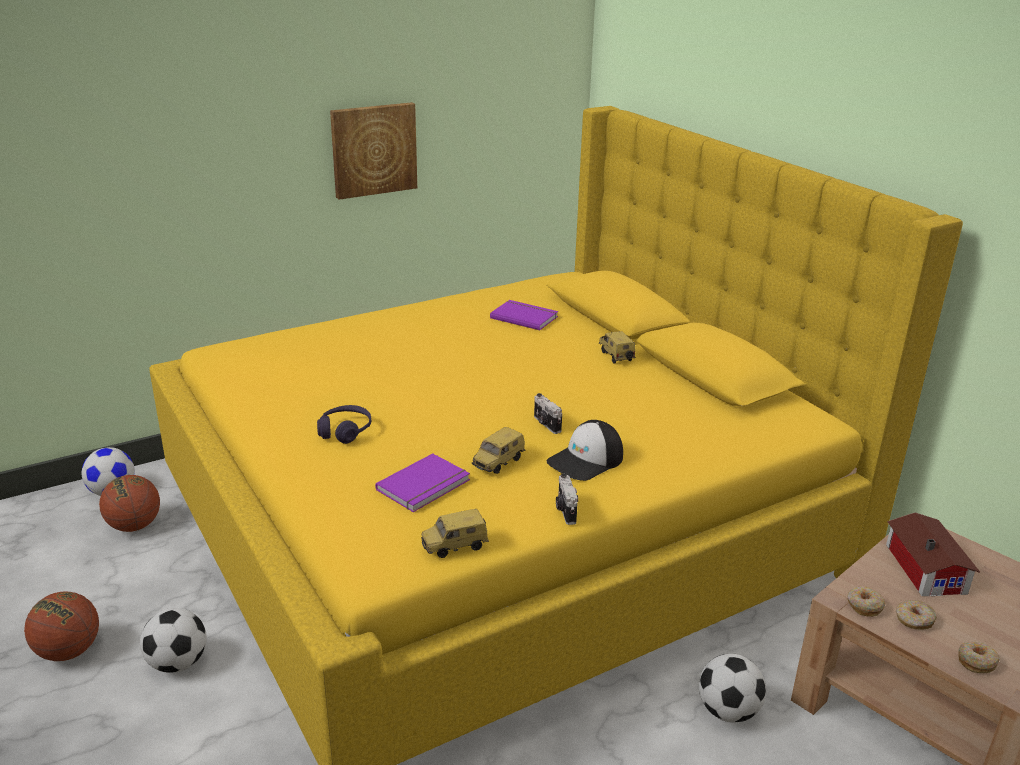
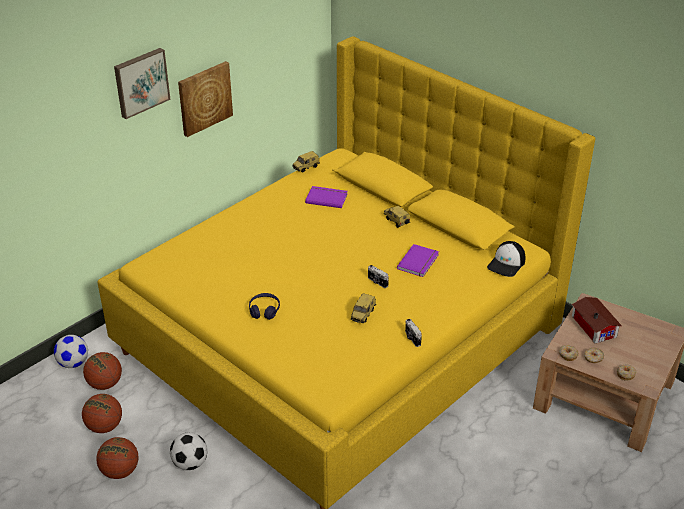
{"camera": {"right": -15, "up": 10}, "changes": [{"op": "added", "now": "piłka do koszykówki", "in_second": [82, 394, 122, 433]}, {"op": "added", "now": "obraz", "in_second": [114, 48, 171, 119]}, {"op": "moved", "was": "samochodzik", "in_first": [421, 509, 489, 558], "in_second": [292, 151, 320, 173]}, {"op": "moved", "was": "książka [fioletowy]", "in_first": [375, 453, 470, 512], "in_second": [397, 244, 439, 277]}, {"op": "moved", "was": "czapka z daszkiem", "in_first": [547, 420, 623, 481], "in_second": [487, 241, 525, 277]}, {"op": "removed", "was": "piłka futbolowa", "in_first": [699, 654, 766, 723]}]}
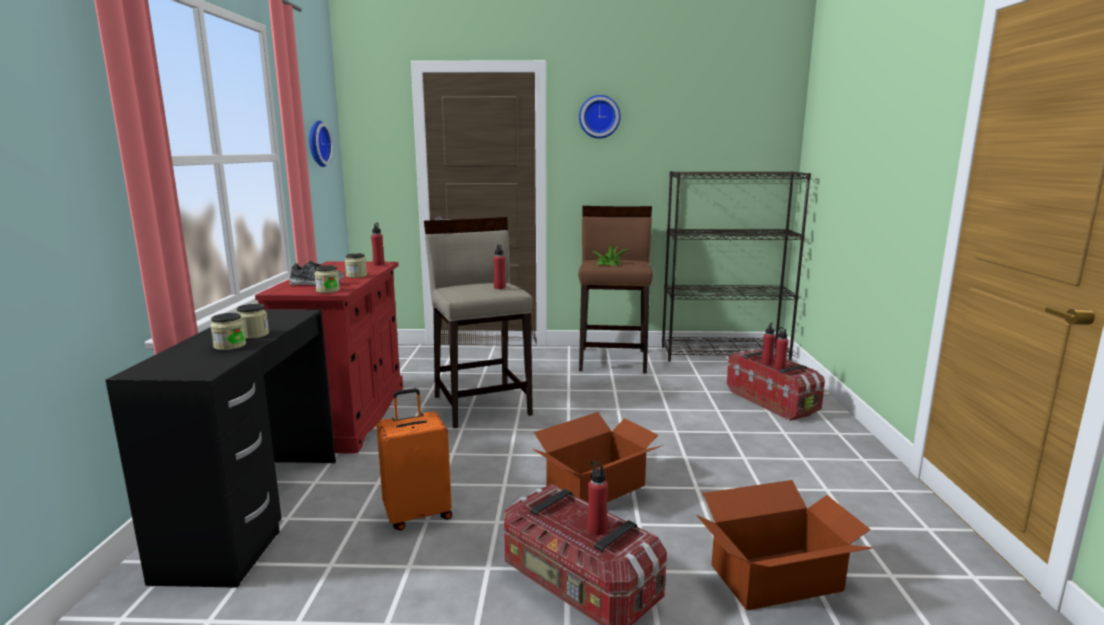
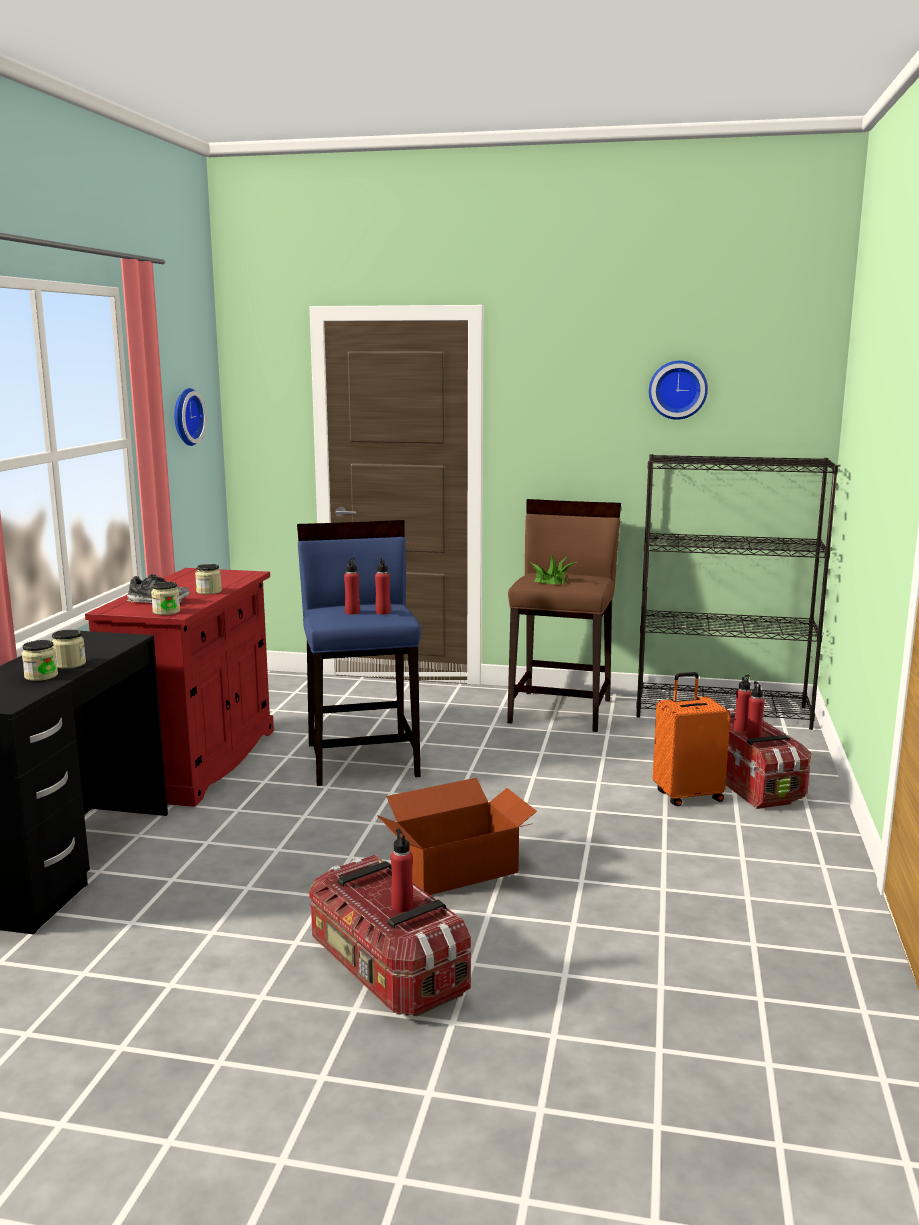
{"camera": {"right": 10, "up": 0}, "changes": [{"op": "recoloured", "was": "stołek [beżowy]", "now": "stołek [niebieski]", "in_first": [424, 217, 533, 428], "in_second": [297, 520, 421, 786]}, {"op": "moved", "was": "butelka [czerwony]", "in_first": [371, 223, 385, 266], "in_second": [344, 557, 360, 614]}, {"op": "moved", "was": "zegar ścienny", "in_first": [579, 95, 621, 139], "in_second": [649, 361, 708, 420]}, {"op": "moved", "was": "walizka [pomarańczowy]", "in_first": [377, 388, 452, 531], "in_second": [653, 672, 730, 807]}, {"op": "removed", "was": "karton", "in_first": [696, 480, 874, 611]}]}
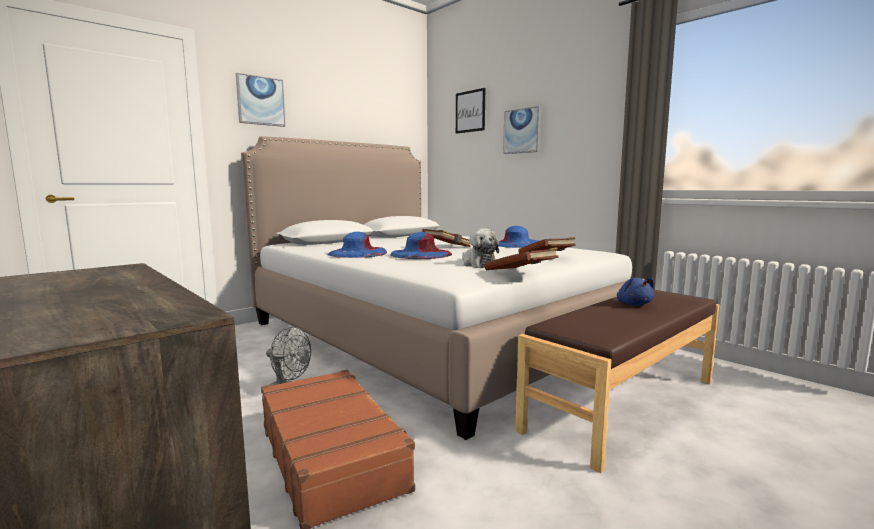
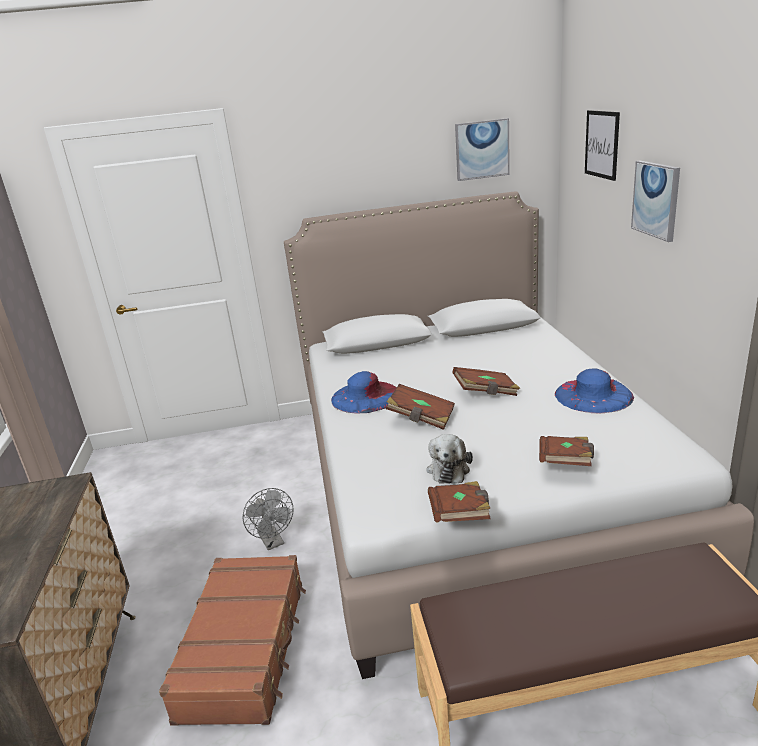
{"camera": {"right": 35, "up": 15}, "changes": [{"op": "replaced", "was": "kapelusz [niebieski]", "now": "książka [brązowy]", "in_first": [390, 232, 452, 259], "in_second": [386, 384, 455, 430]}, {"op": "moved", "was": "obraz", "in_first": [236, 73, 286, 127], "in_second": [455, 118, 510, 181]}, {"op": "removed", "was": "pluszak [niebieski]", "in_first": [617, 277, 654, 306]}]}
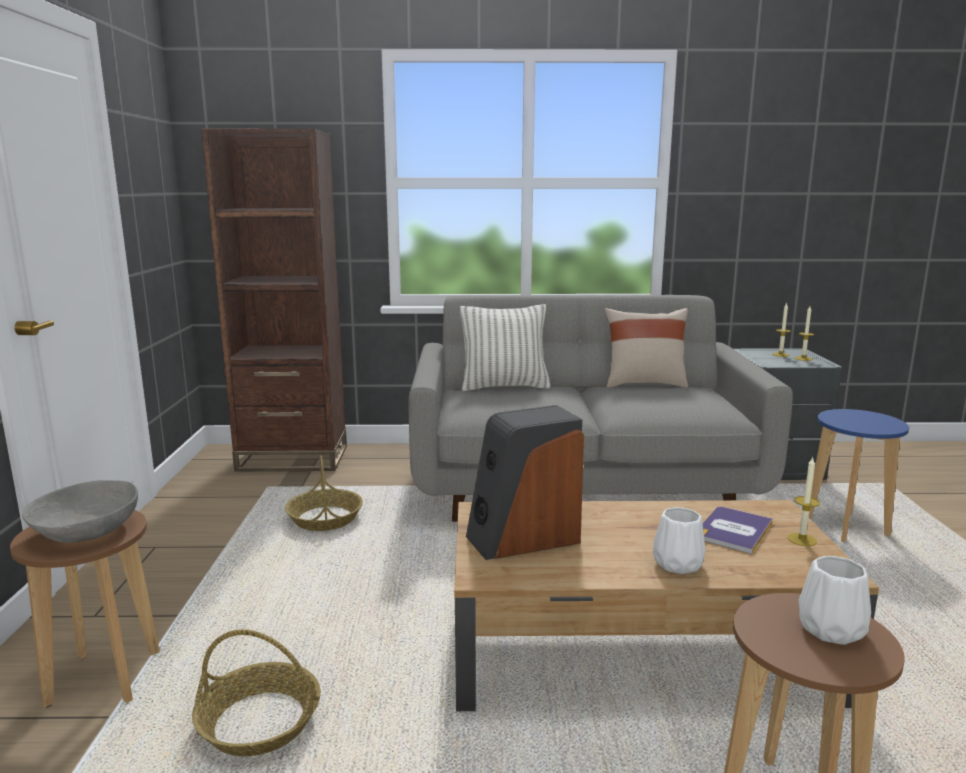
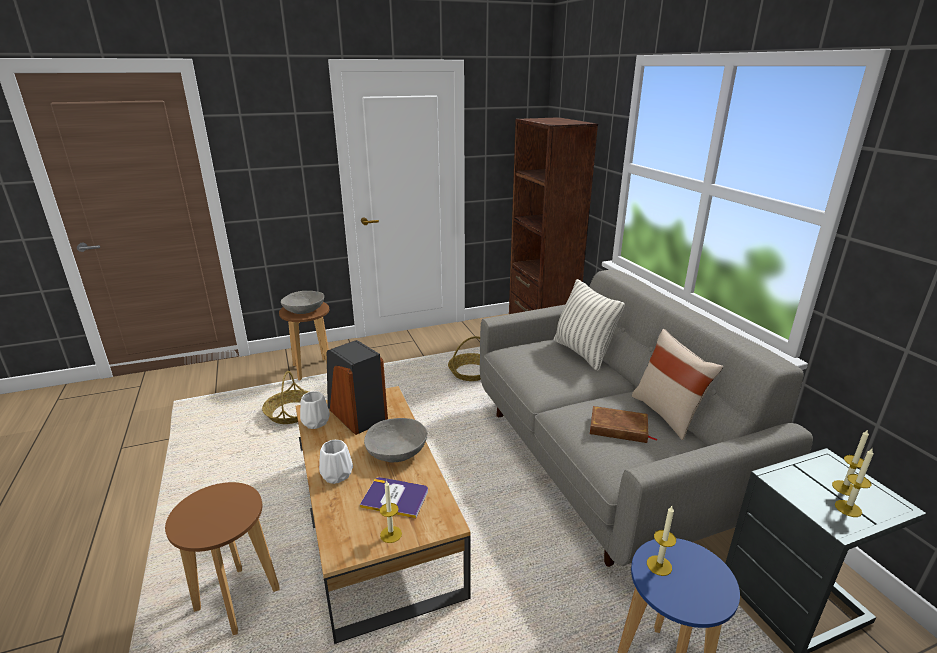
{"camera": {"right": 70, "up": 10}, "changes": [{"op": "moved", "was": "wazon [biały]", "in_first": [799, 556, 871, 645], "in_second": [300, 391, 330, 429]}, {"op": "added", "now": "miska [szary]", "in_second": [364, 418, 427, 463]}, {"op": "added", "now": "książka [brązowy]", "in_second": [590, 406, 657, 443]}, {"op": "added", "now": "świeca", "in_second": [647, 506, 676, 576]}]}
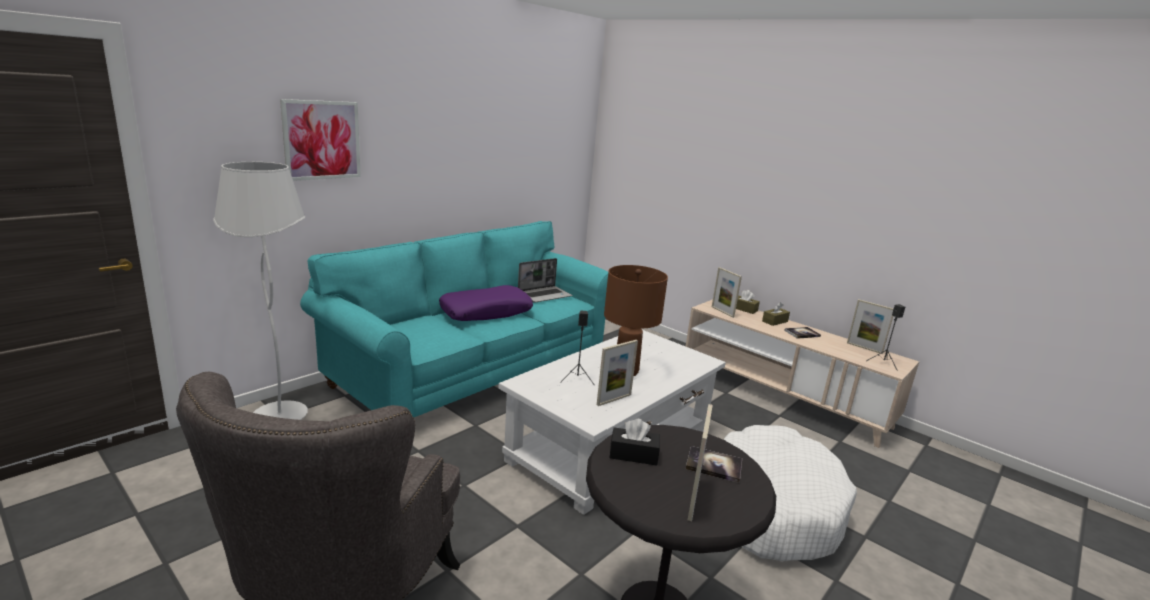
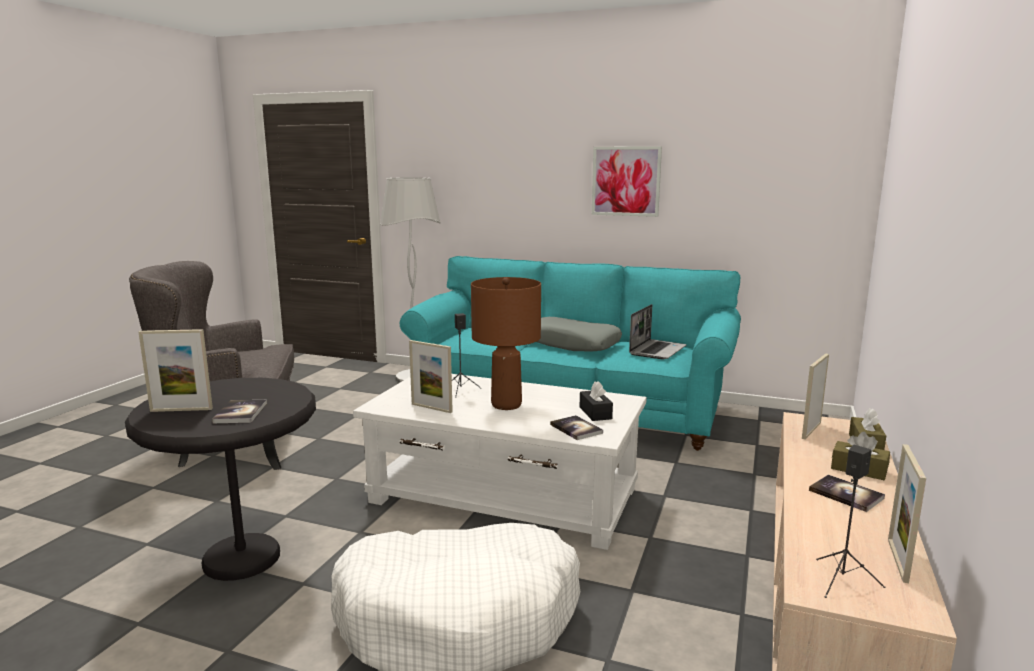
{"camera": {"right": 70, "up": -5}, "changes": [{"op": "recoloured", "was": "poduszka [fioletowy]", "now": "poduszka [szary]", "in_first": [439, 285, 533, 321], "in_second": [537, 317, 622, 351]}, {"op": "added", "now": "książka", "in_second": [550, 415, 603, 440]}, {"op": "moved", "was": "pudełko chusteczek [czarny]", "in_first": [610, 419, 660, 466], "in_second": [580, 381, 613, 421]}, {"op": "moved", "was": "obraz", "in_first": [280, 99, 361, 181], "in_second": [592, 146, 662, 217]}, {"op": "turned", "was": "laptop", "in_first": [518, 258, 572, 303], "in_second": [629, 304, 686, 360], "clockwise": -90}]}
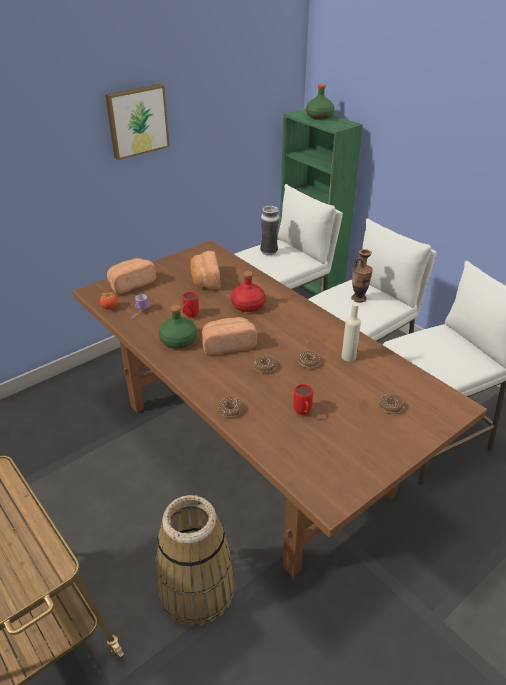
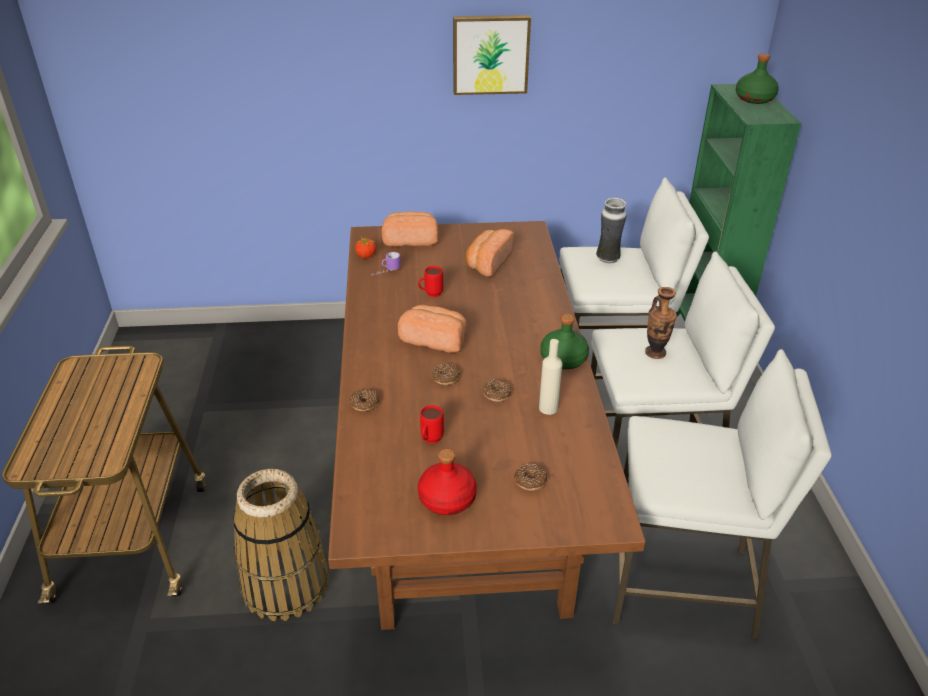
{"camera": {"right": 35, "up": 0}, "changes": [{"op": "moved", "was": "butelka [czerwony]", "in_first": [231, 271, 266, 312], "in_second": [418, 449, 477, 515]}, {"op": "moved", "was": "butelka [zielony]", "in_first": [159, 305, 197, 349], "in_second": [540, 314, 589, 369]}]}
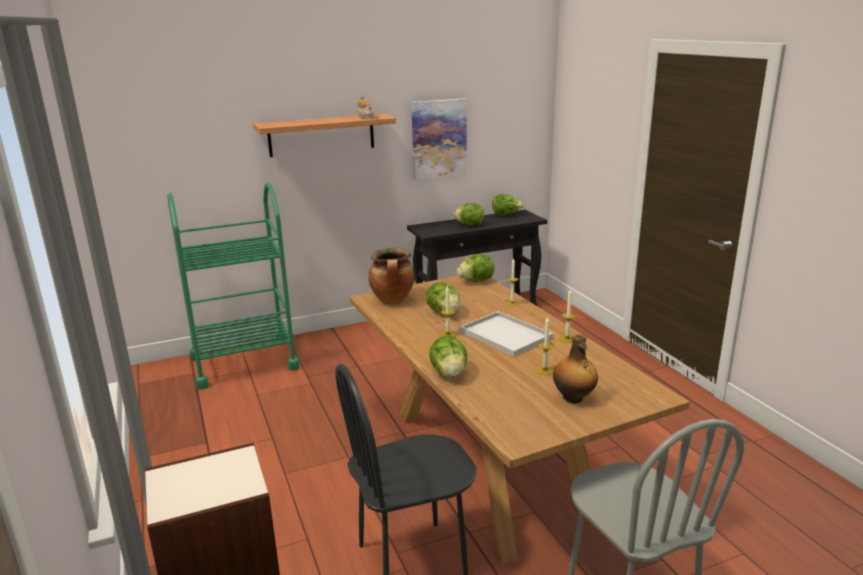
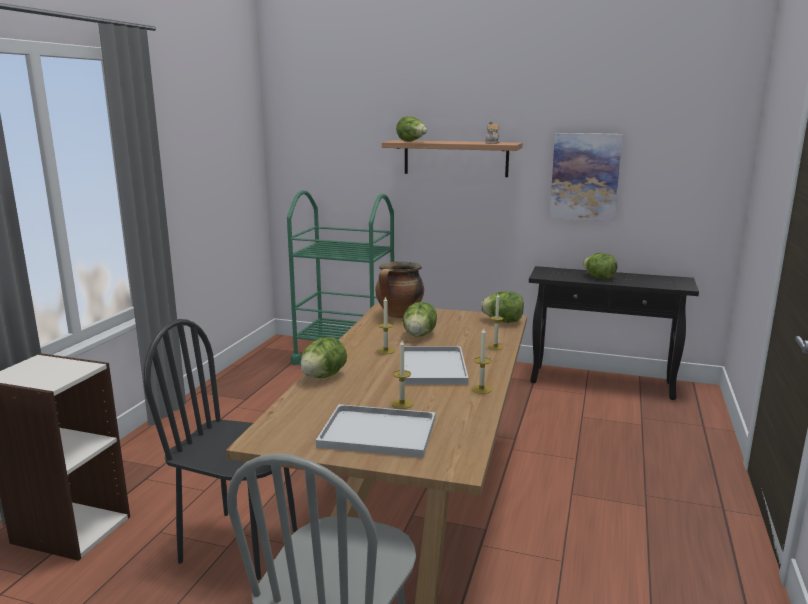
{"camera": {"right": 40, "up": -5}, "changes": [{"op": "replaced", "was": "butelka", "now": "taca [biały]", "in_first": [553, 334, 598, 403], "in_second": [316, 404, 435, 458]}, {"op": "moved", "was": "sałata", "in_first": [492, 194, 524, 215], "in_second": [396, 116, 427, 142]}]}
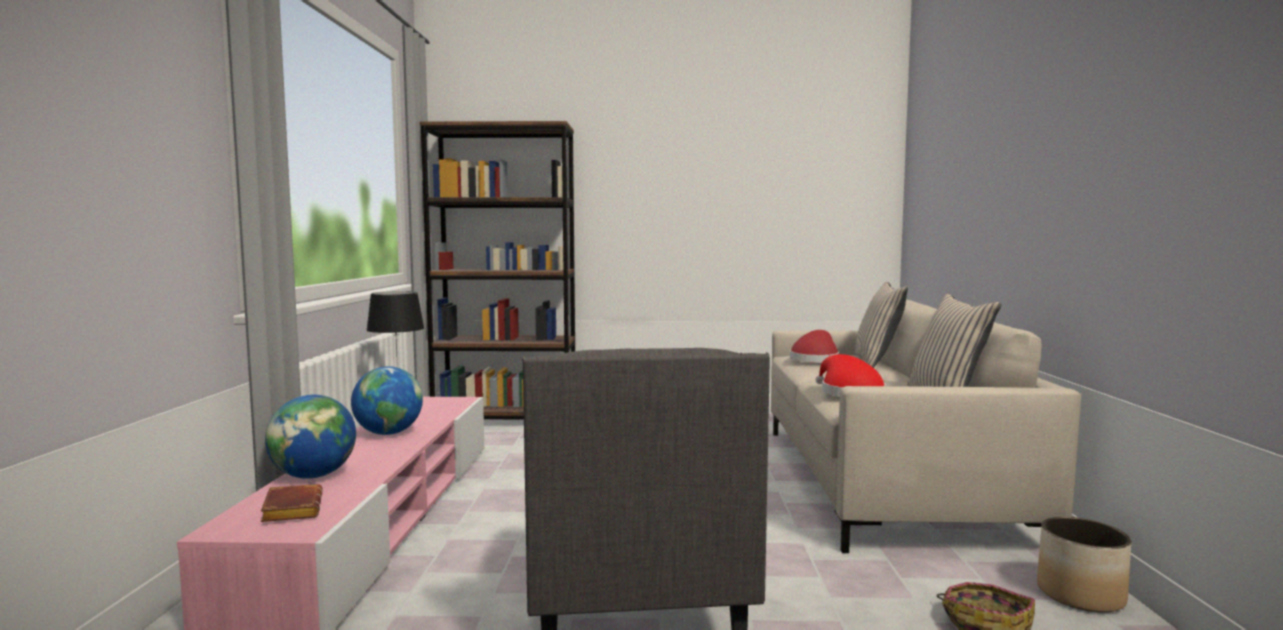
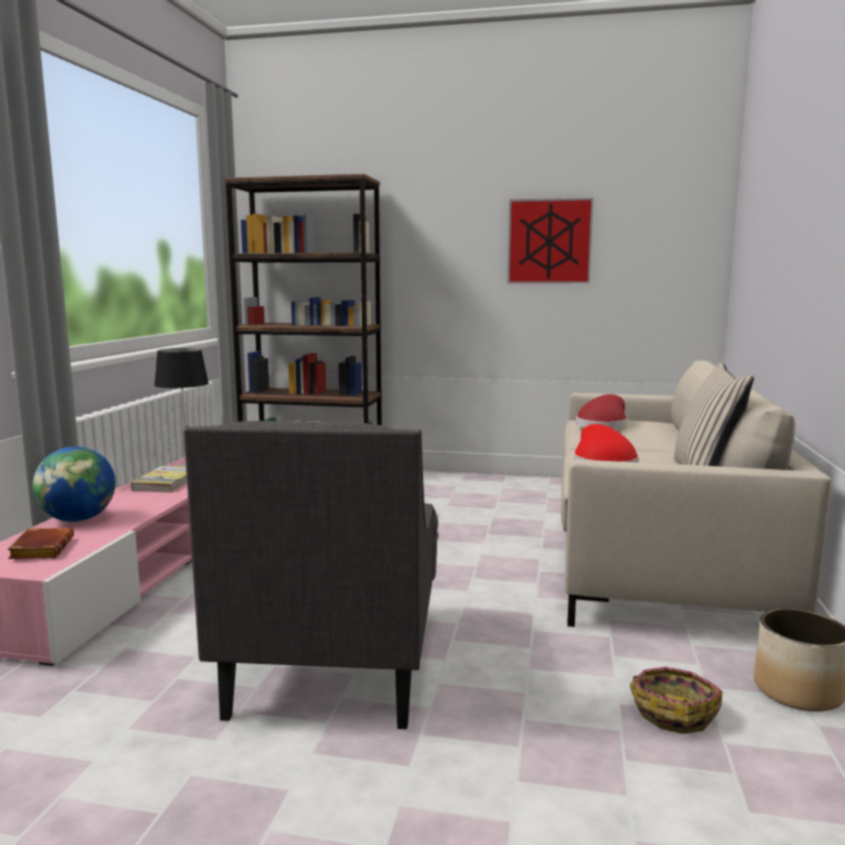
{"camera": {"right": 10, "up": 5}, "changes": [{"op": "replaced", "was": "globus", "now": "książka", "in_first": [351, 366, 423, 435], "in_second": [131, 466, 187, 493]}, {"op": "added", "now": "obraz", "in_second": [507, 198, 593, 283]}, {"op": "removed", "was": "poduszka [beżowy]", "in_first": [855, 282, 908, 368]}]}
